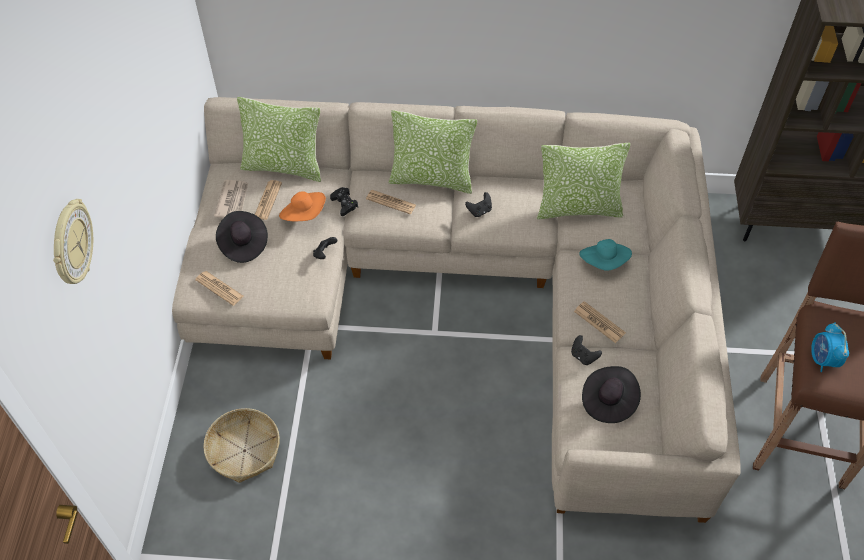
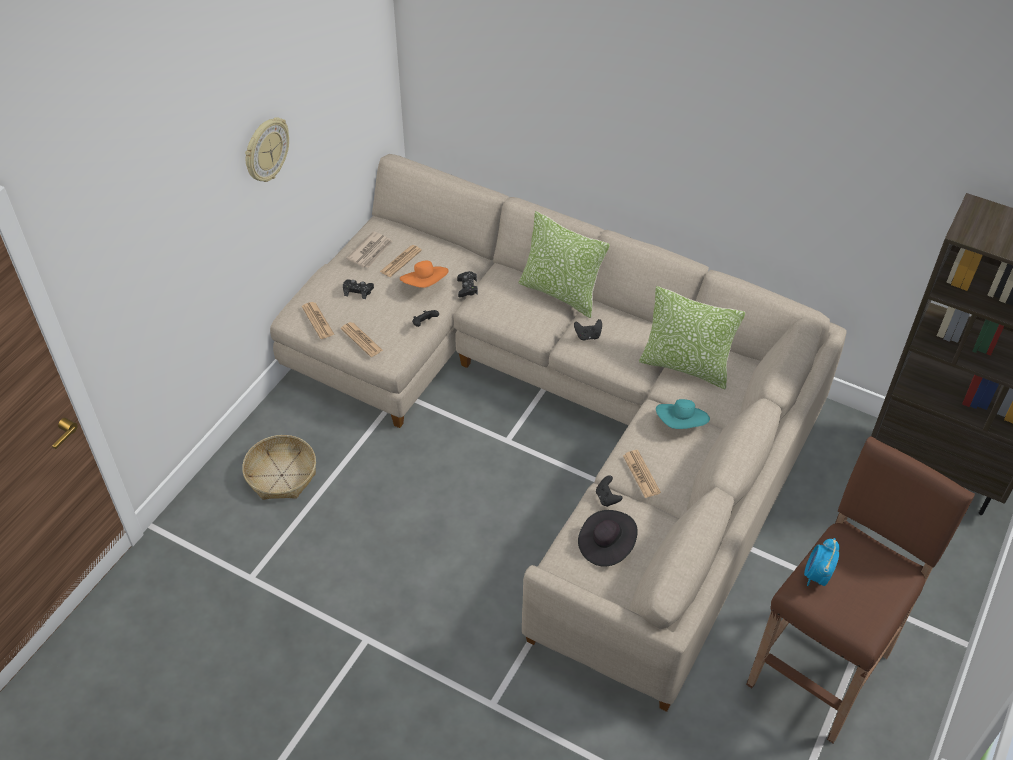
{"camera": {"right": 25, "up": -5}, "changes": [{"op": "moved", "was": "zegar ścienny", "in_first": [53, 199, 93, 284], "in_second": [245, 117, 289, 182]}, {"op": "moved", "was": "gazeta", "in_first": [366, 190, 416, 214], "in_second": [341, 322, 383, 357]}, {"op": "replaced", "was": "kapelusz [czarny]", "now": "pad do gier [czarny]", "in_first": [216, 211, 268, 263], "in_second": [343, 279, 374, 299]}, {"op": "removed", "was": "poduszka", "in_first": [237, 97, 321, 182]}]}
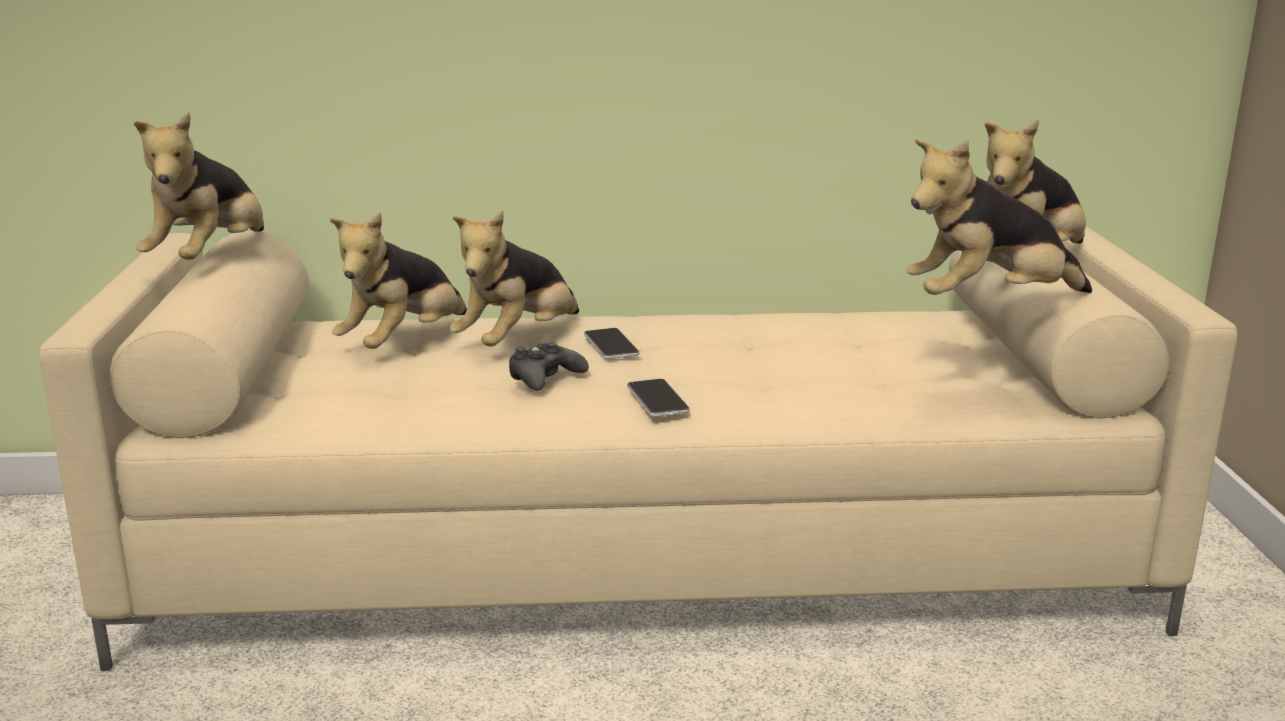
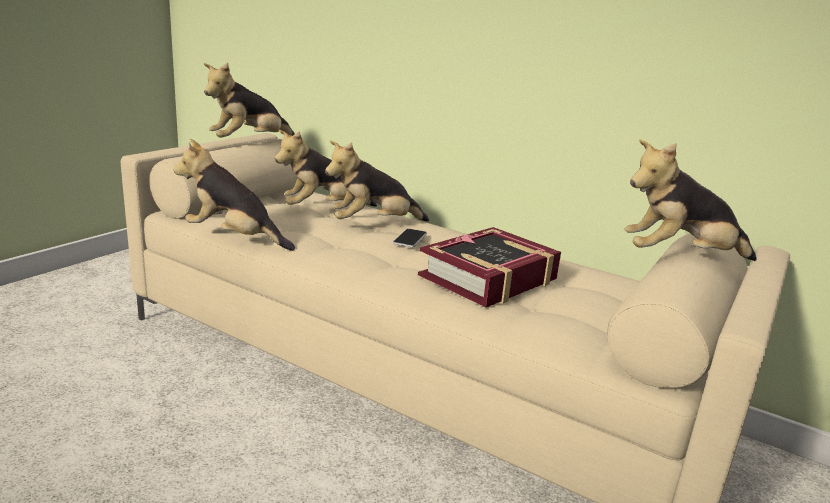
{"camera": {"right": 35, "up": 0}, "changes": [{"op": "moved", "was": "pluszak", "in_first": [907, 139, 1092, 295], "in_second": [173, 139, 295, 251]}, {"op": "added", "now": "książka", "in_second": [418, 227, 561, 307]}, {"op": "removed", "was": "pad do gier [czarny]", "in_first": [509, 342, 589, 391]}, {"op": "removed", "was": "telefon", "in_first": [627, 379, 690, 417]}]}
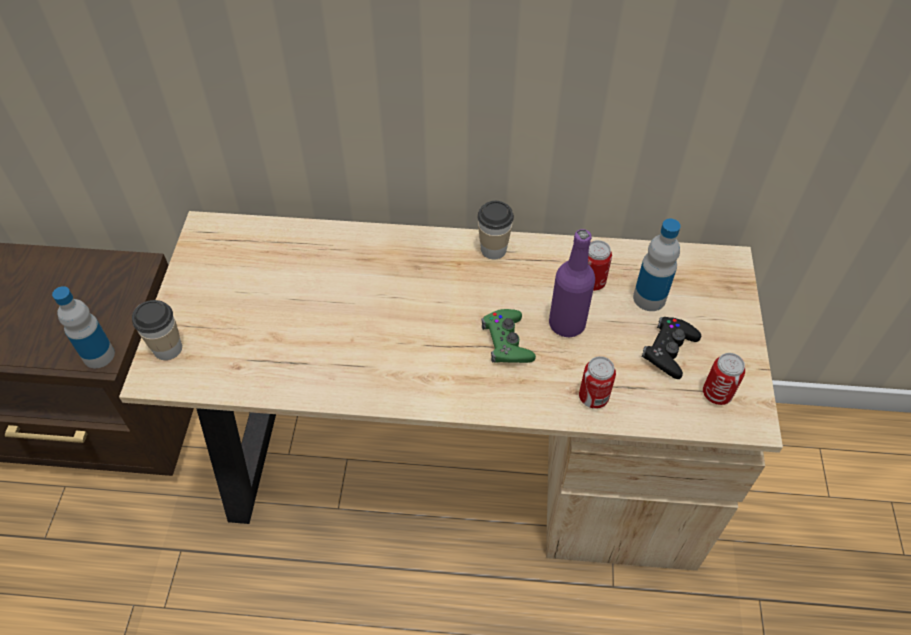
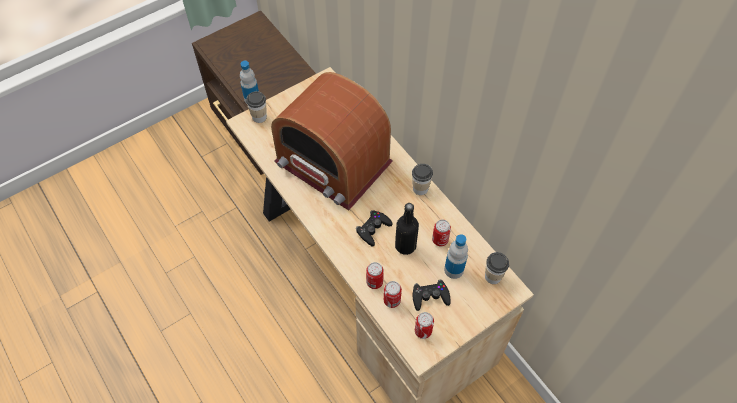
{"camera": {"right": 50, "up": 5}, "changes": [{"op": "added", "now": "radio", "in_second": [271, 72, 393, 210]}, {"op": "recoloured", "was": "pad do gier [zielony]", "now": "pad do gier [czarny]", "in_first": [482, 309, 536, 363], "in_second": [356, 211, 393, 246]}, {"op": "added", "now": "puszka", "in_second": [384, 281, 402, 308]}, {"op": "recoloured", "was": "butelka [fioletowy]", "now": "butelka [czarny]", "in_first": [549, 229, 595, 337], "in_second": [395, 203, 419, 255]}, {"op": "added", "now": "filiżanka", "in_second": [485, 252, 509, 284]}]}
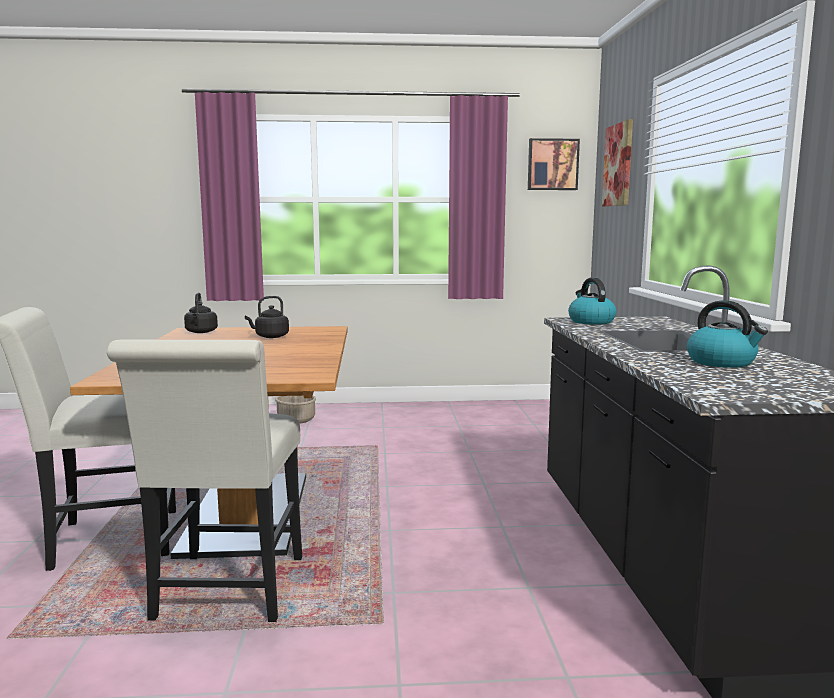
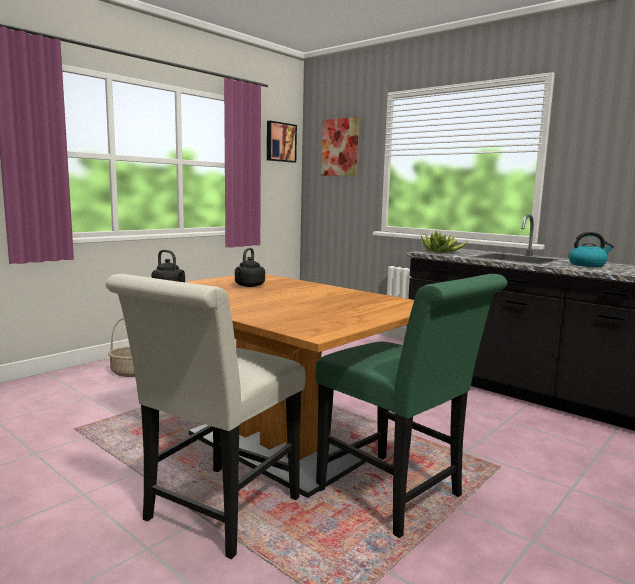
{"camera": {"right": -45, "up": 0}, "changes": [{"op": "recoloured", "was": "krzesło [biały]", "now": "krzesło [zielony]", "in_first": [107, 339, 302, 622], "in_second": [316, 274, 507, 538]}, {"op": "replaced", "was": "czajnik", "now": "roślina doniczkowa", "in_first": [568, 278, 616, 325], "in_second": [421, 231, 468, 252]}]}
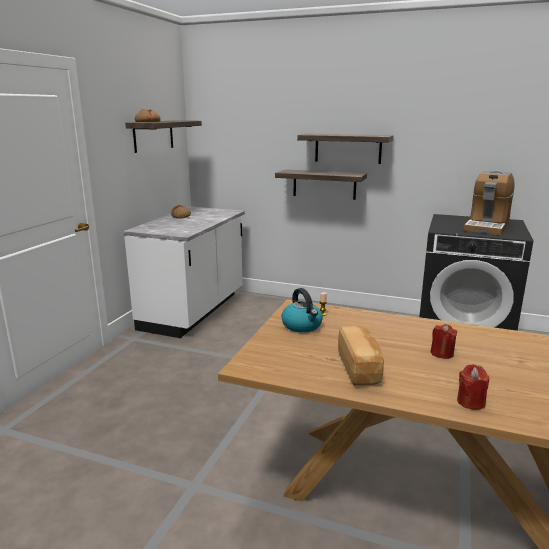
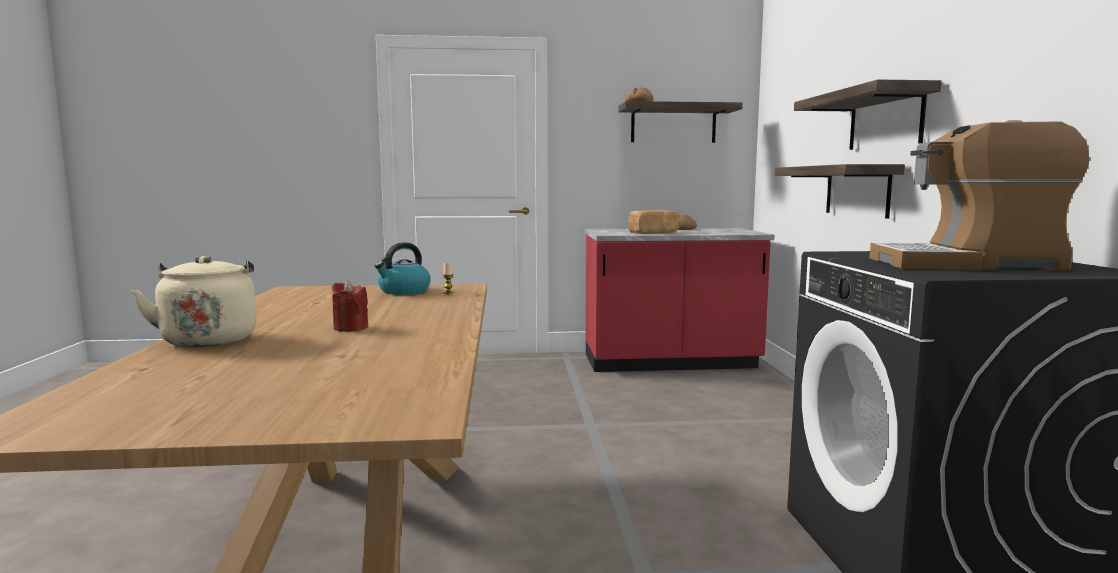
{"camera": {"right": 65, "up": -10}, "changes": [{"op": "replaced", "was": "świeca [czerwony]", "now": "czajnik [beżowy]", "in_first": [457, 364, 489, 410], "in_second": [131, 256, 257, 347]}, {"op": "recoloured", "was": "zabudowa kuchenna [biały]", "now": "zabudowa kuchenna [czerwony]", "in_first": [123, 207, 245, 338], "in_second": [585, 228, 774, 372]}, {"op": "moved", "was": "chleb", "in_first": [338, 326, 384, 386], "in_second": [628, 210, 680, 234]}]}
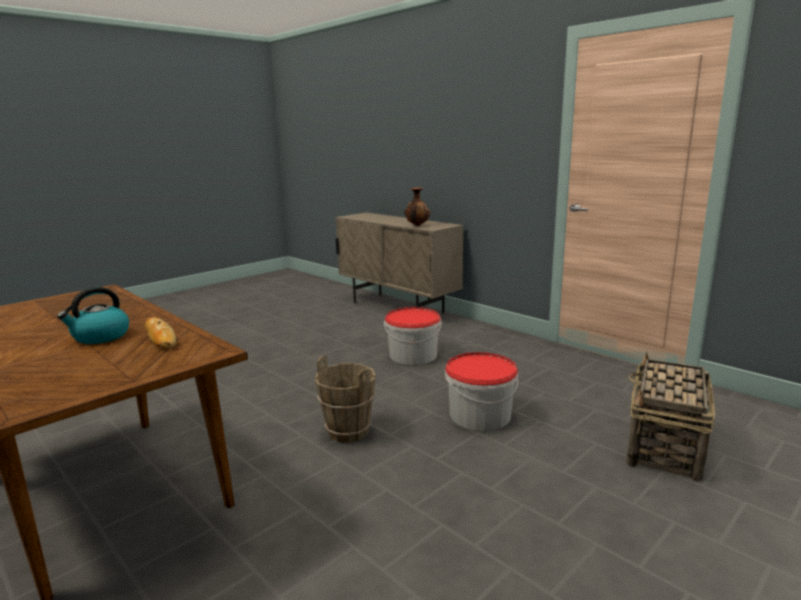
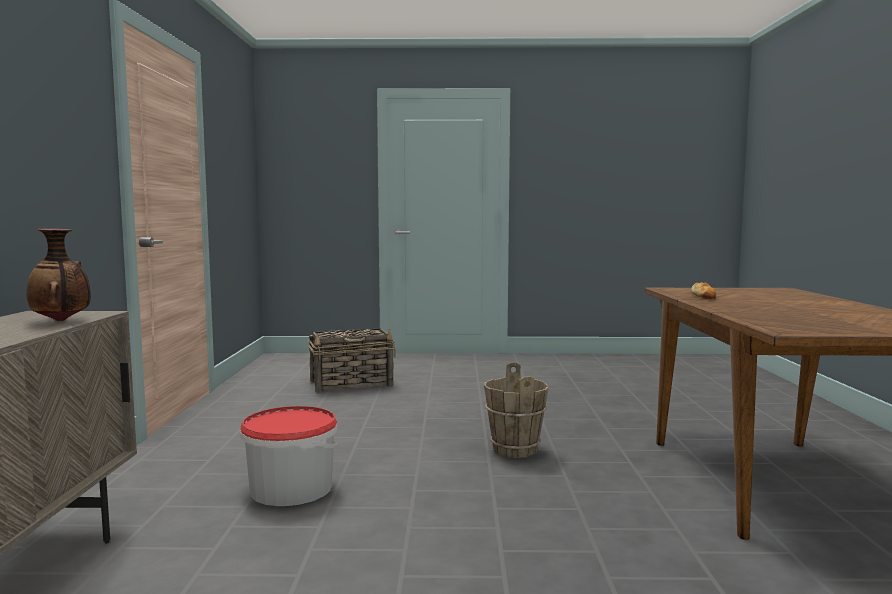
{"camera": {"right": -135, "up": -10}, "changes": [{"op": "removed", "was": "czajnik", "in_first": [57, 287, 129, 344]}, {"op": "removed", "was": "wiadro", "in_first": [445, 352, 518, 431]}]}
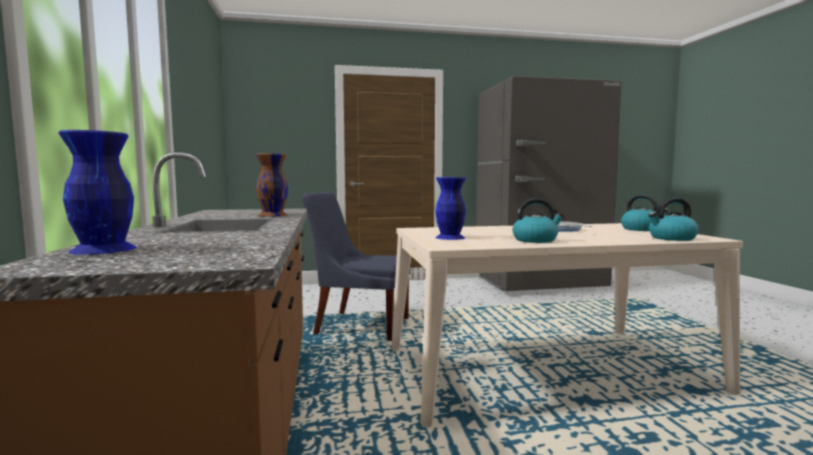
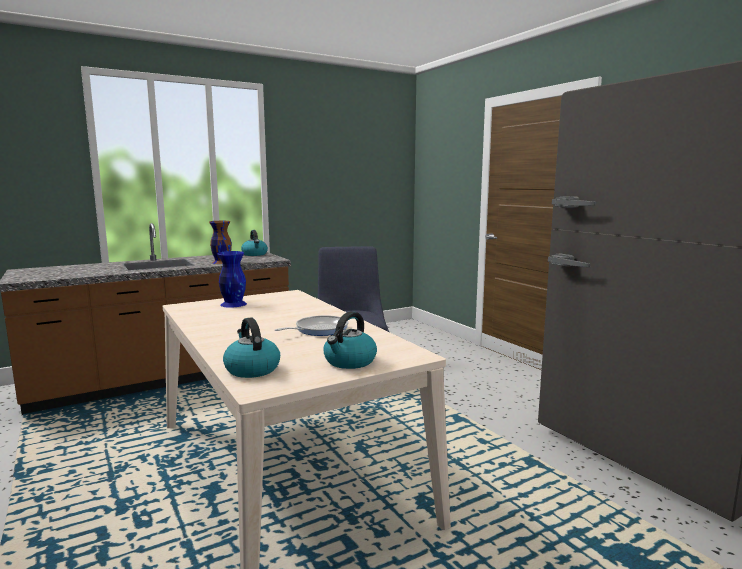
{"camera": {"right": 70, "up": 5}, "changes": [{"op": "moved", "was": "czajnik", "in_first": [513, 198, 564, 243], "in_second": [241, 230, 268, 256]}, {"op": "removed", "was": "wazon [niebieski]", "in_first": [58, 130, 137, 255]}]}
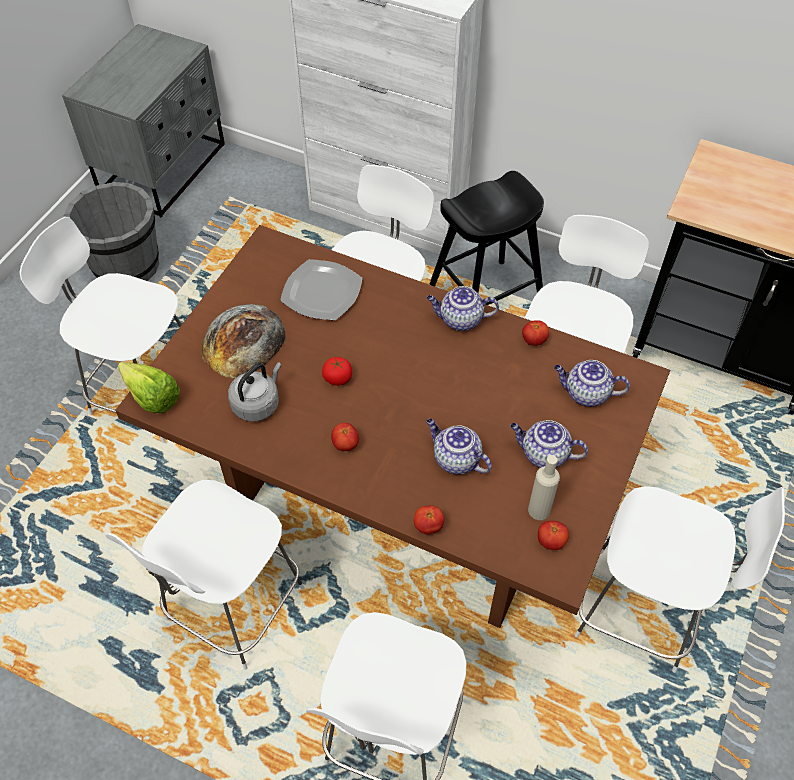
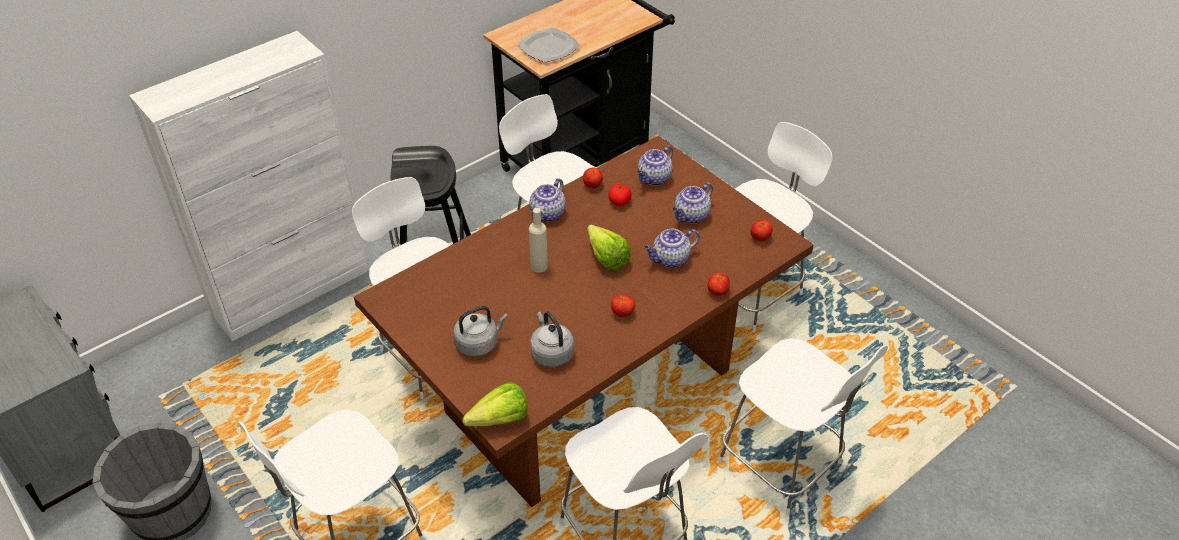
{"camera": {"right": -65, "up": -10}, "changes": [{"op": "replaced", "was": "chleb", "now": "czajnik [szary]", "in_first": [201, 304, 286, 379], "in_second": [453, 306, 508, 356]}, {"op": "moved", "was": "talerz", "in_first": [280, 259, 362, 320], "in_second": [518, 28, 580, 62]}, {"op": "moved", "was": "butelka [beżowy]", "in_first": [528, 455, 560, 520], "in_second": [529, 208, 548, 273]}, {"op": "added", "now": "sałata", "in_second": [587, 225, 631, 271]}, {"op": "moved", "was": "pomidor", "in_first": [322, 357, 352, 386], "in_second": [608, 183, 631, 206]}]}
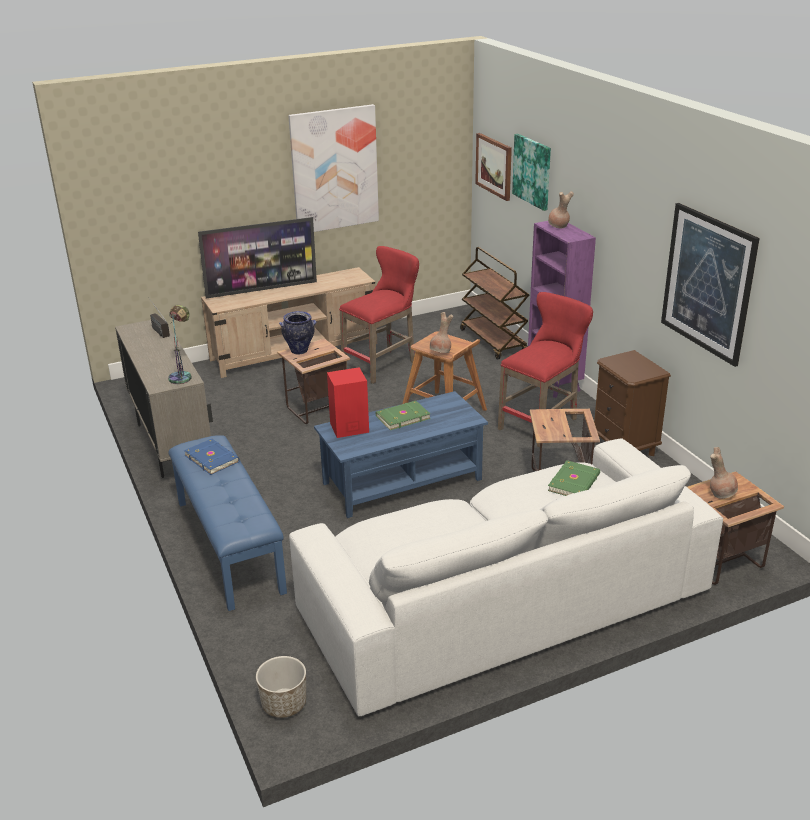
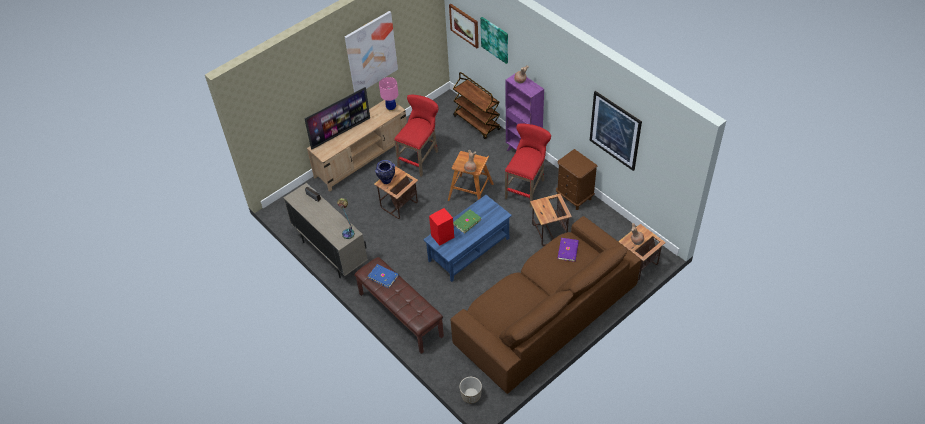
{"camera": {"right": -15, "up": 20}, "changes": [{"op": "recoloured", "was": "ławka [niebieski]", "now": "ławka [brązowy]", "in_first": [168, 435, 287, 611], "in_second": [354, 257, 444, 354]}, {"op": "added", "now": "lampa stołowa [różowy]", "in_second": [379, 77, 398, 111]}, {"op": "recoloured", "was": "kanapa [biały]", "now": "kanapa [brązowy]", "in_first": [289, 439, 723, 716], "in_second": [451, 216, 641, 394]}, {"op": "recoloured", "was": "książka [zielony]", "now": "książka [fioletowy]", "in_first": [548, 460, 600, 496], "in_second": [558, 238, 579, 262]}]}
